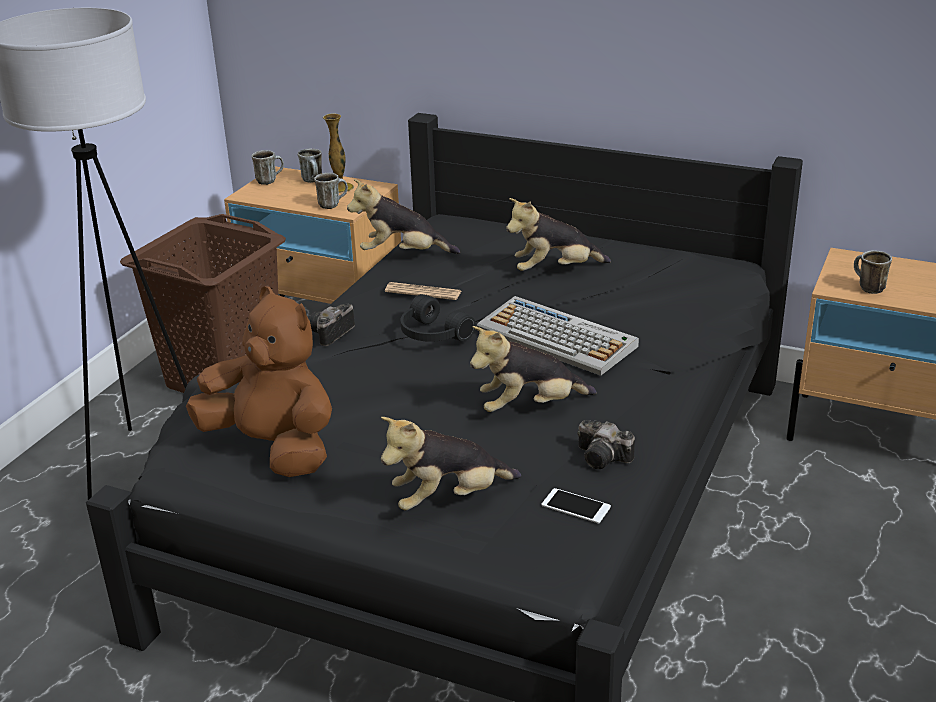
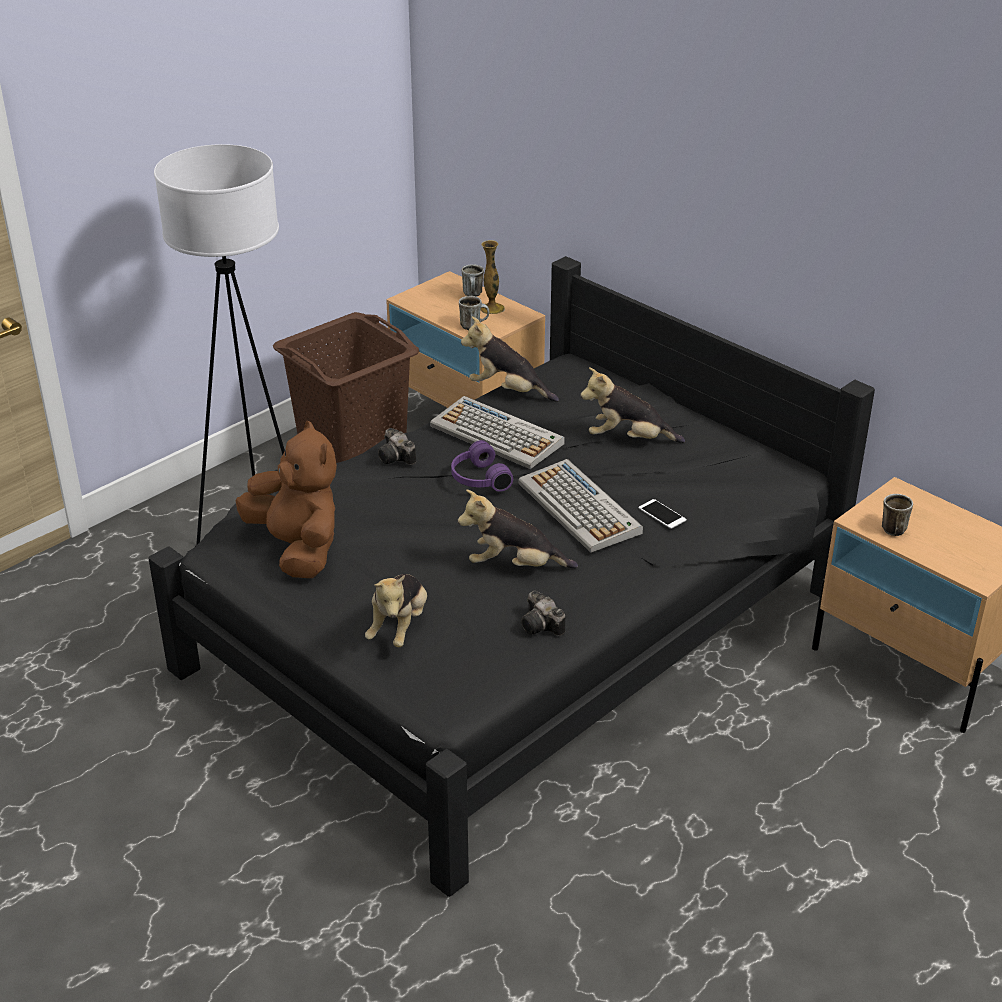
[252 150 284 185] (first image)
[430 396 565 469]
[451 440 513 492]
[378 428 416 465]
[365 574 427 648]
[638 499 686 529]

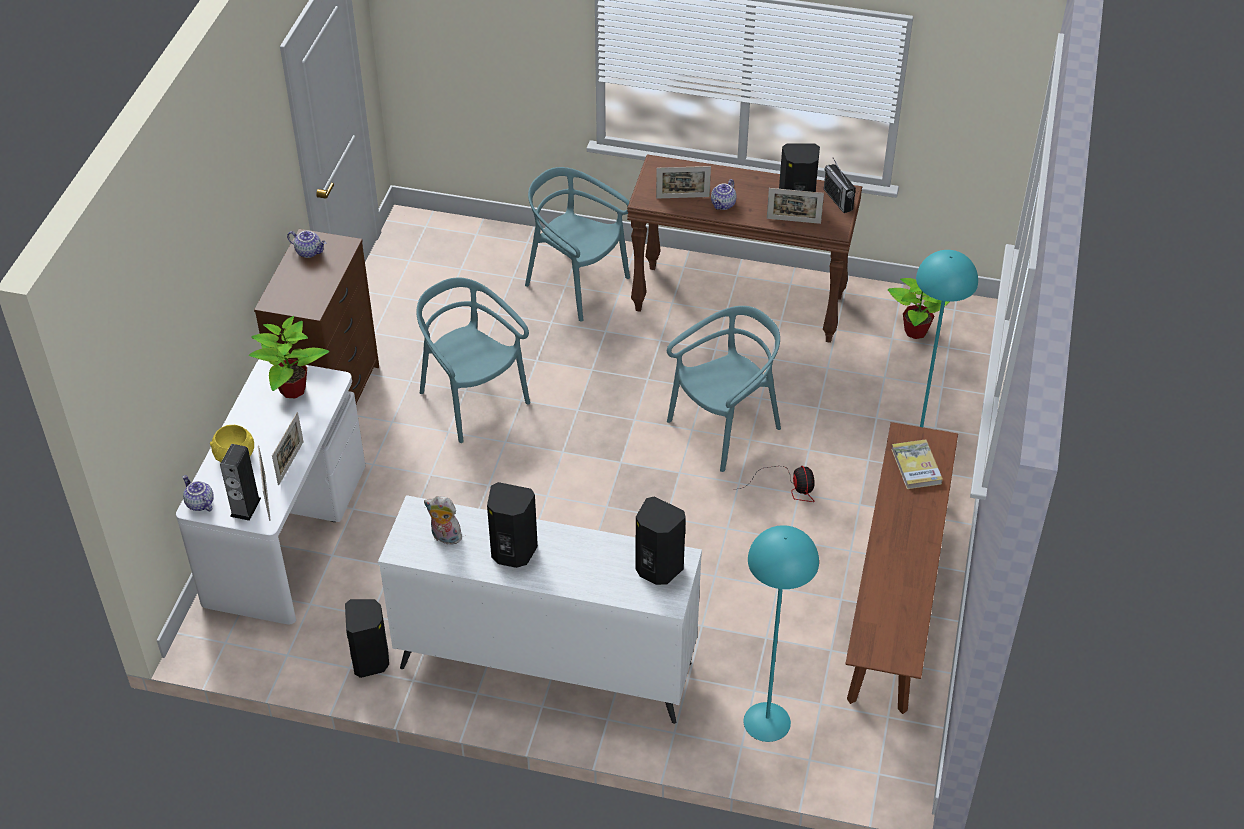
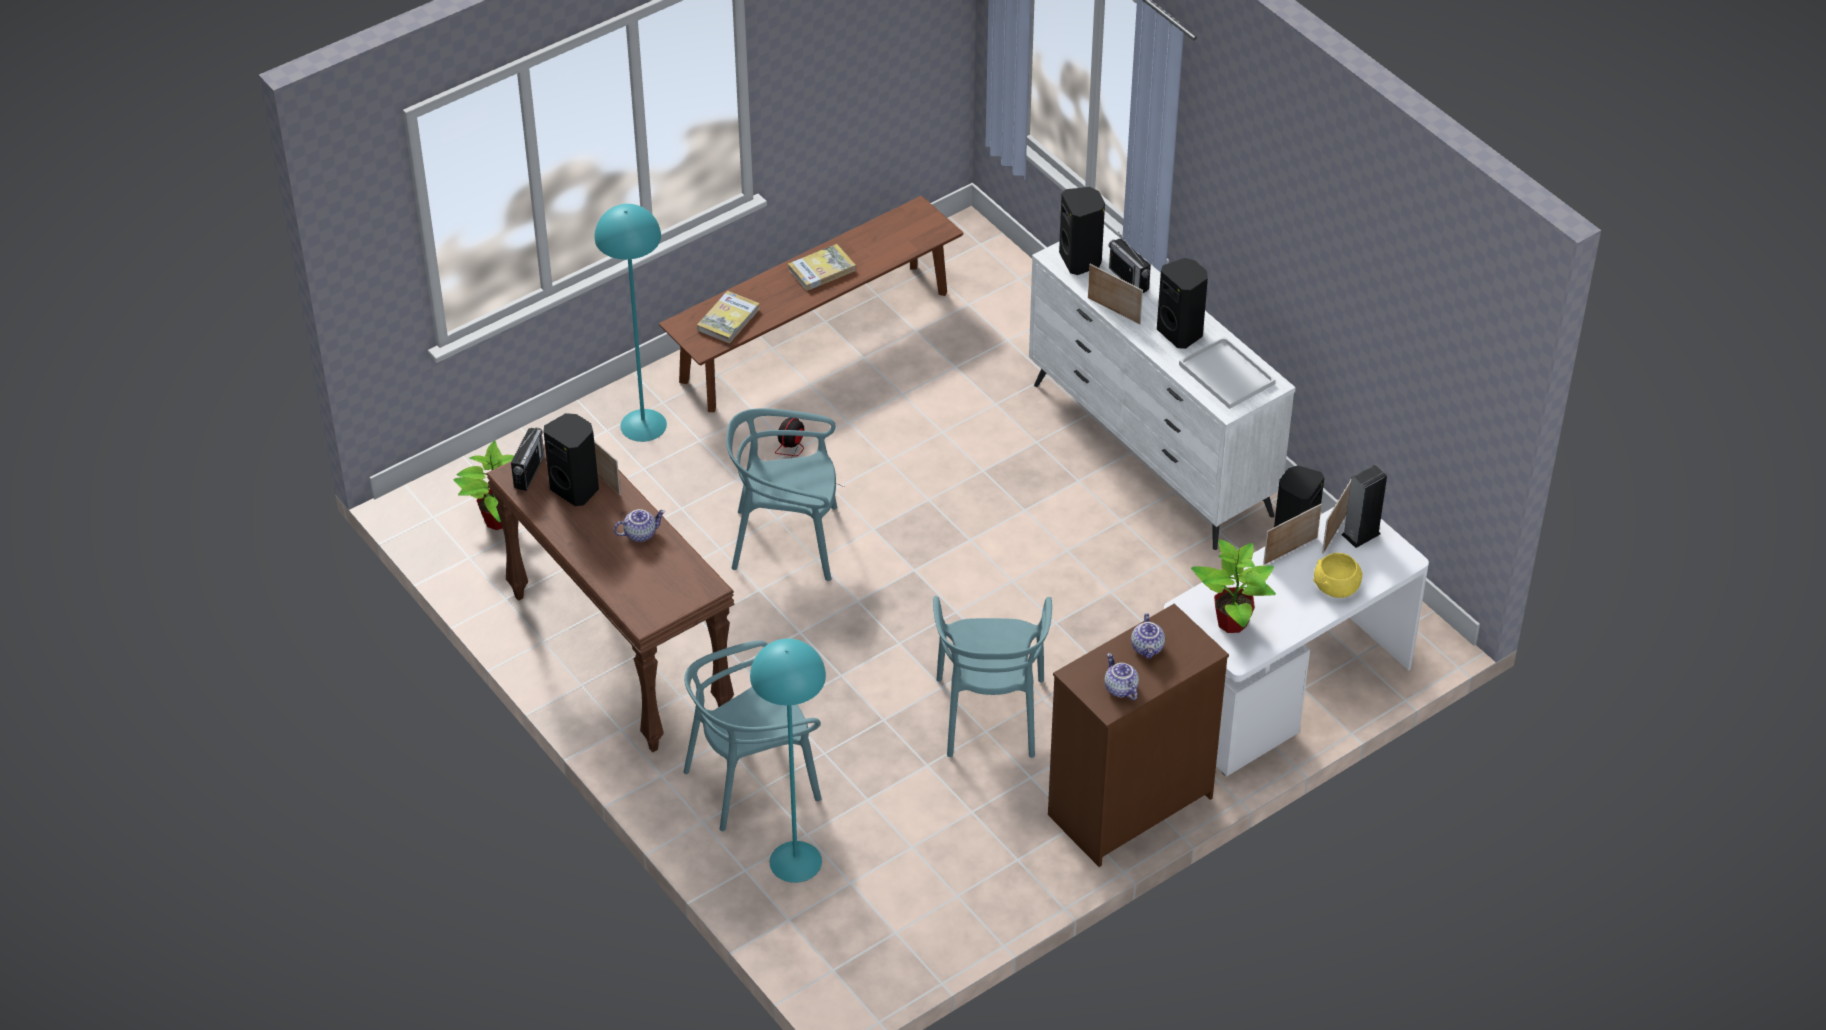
[1088 264 1143 324]
[683 640 822 831]
[1131 613 1165 659]
[1179 336 1276 409]
[750 639 826 883]
[1108 232 1151 293]
[788 244 856 291]

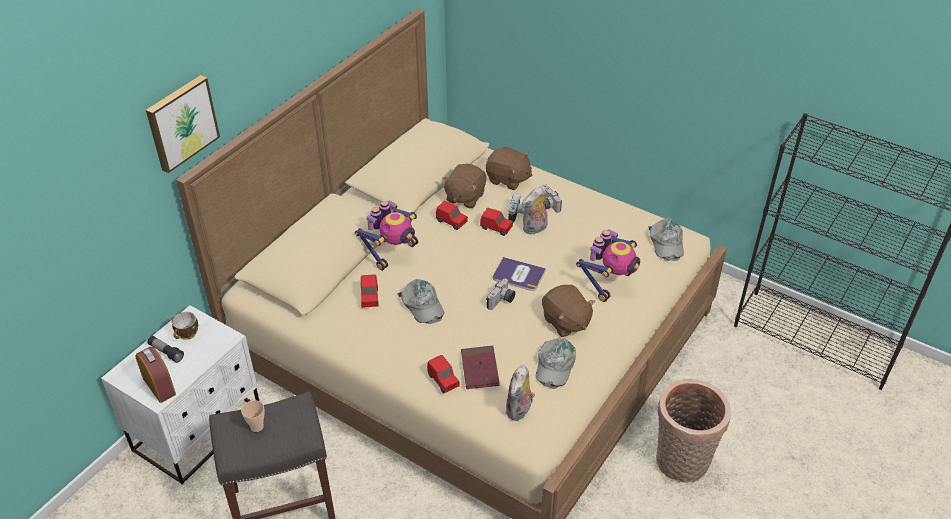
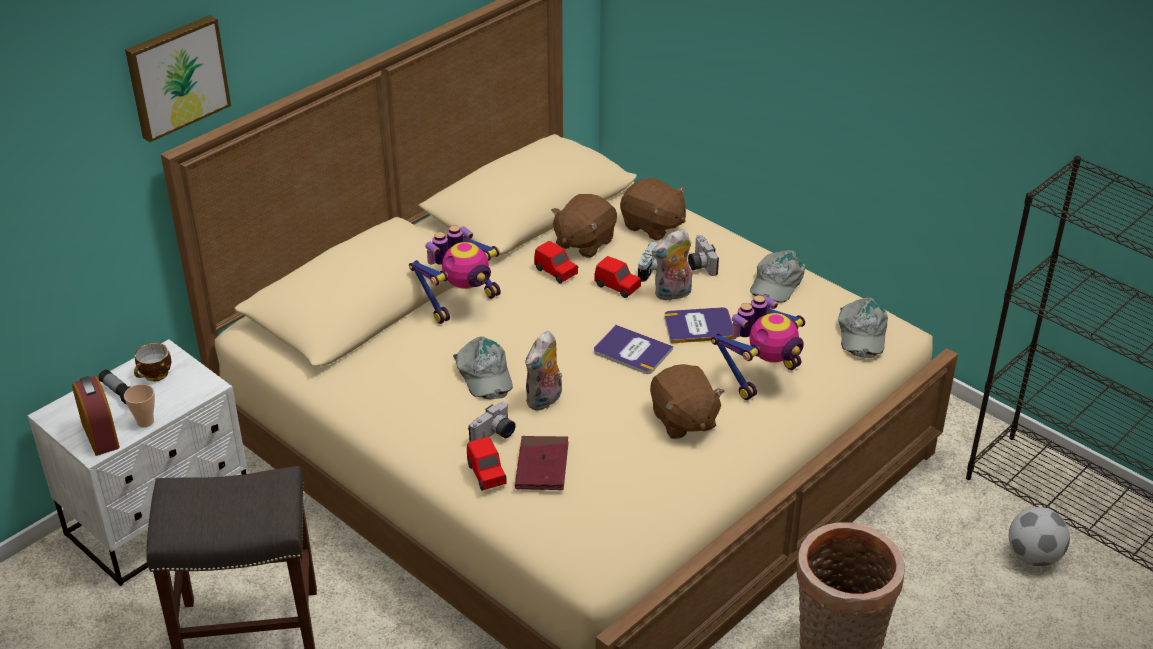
[361 274 379 308] (first image)
[468 402 516 442]
[750 250 806 303]
[525 331 562 411]
[124 384 155 427]
[664 307 736 344]
[1009 507 1070 566]

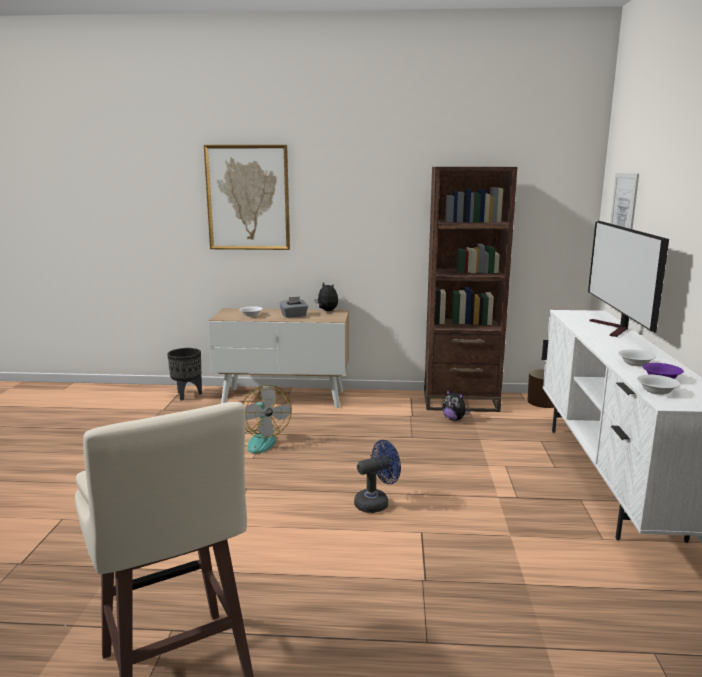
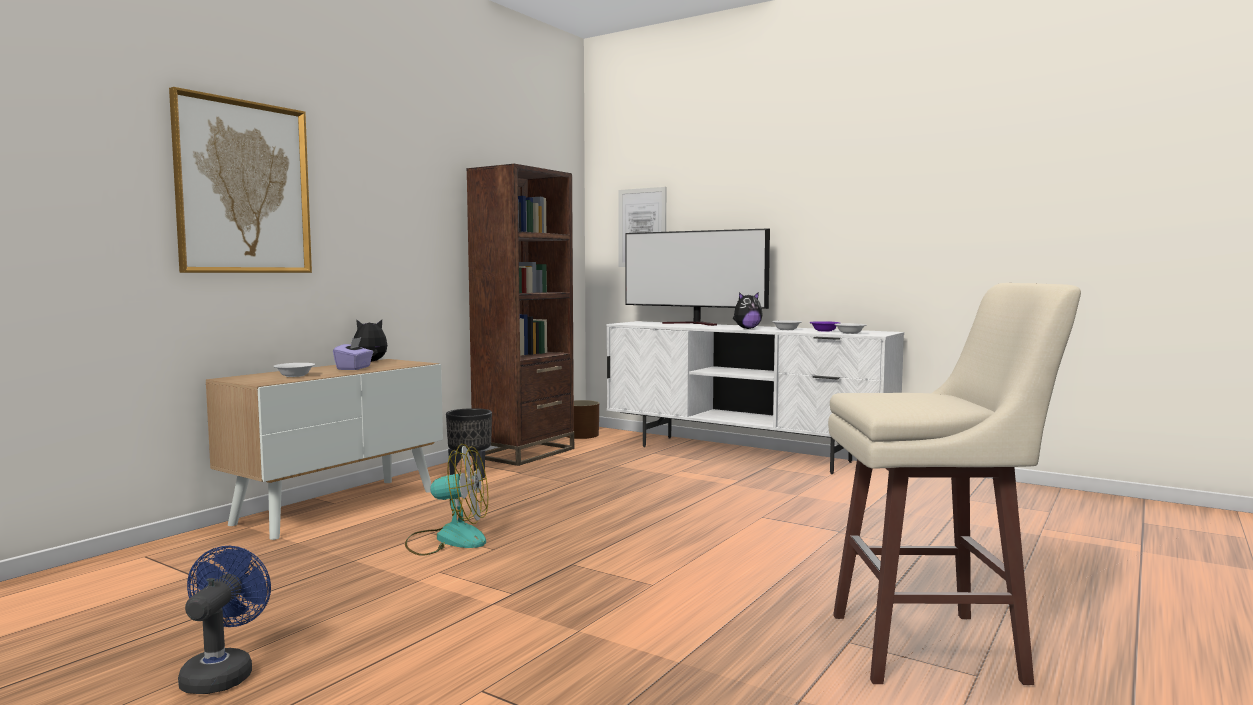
[333 337 373 370]
[446 408 492 479]
[733 292 763 329]
[178 546 271 694]

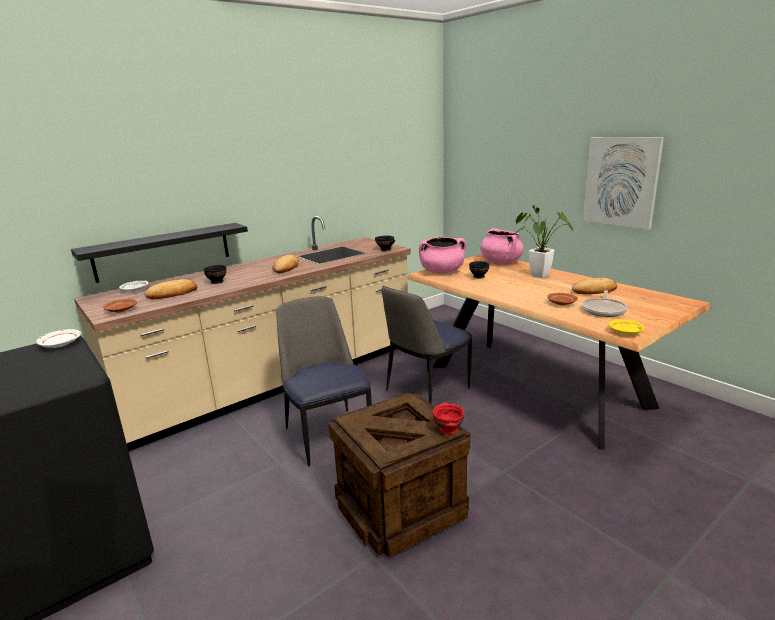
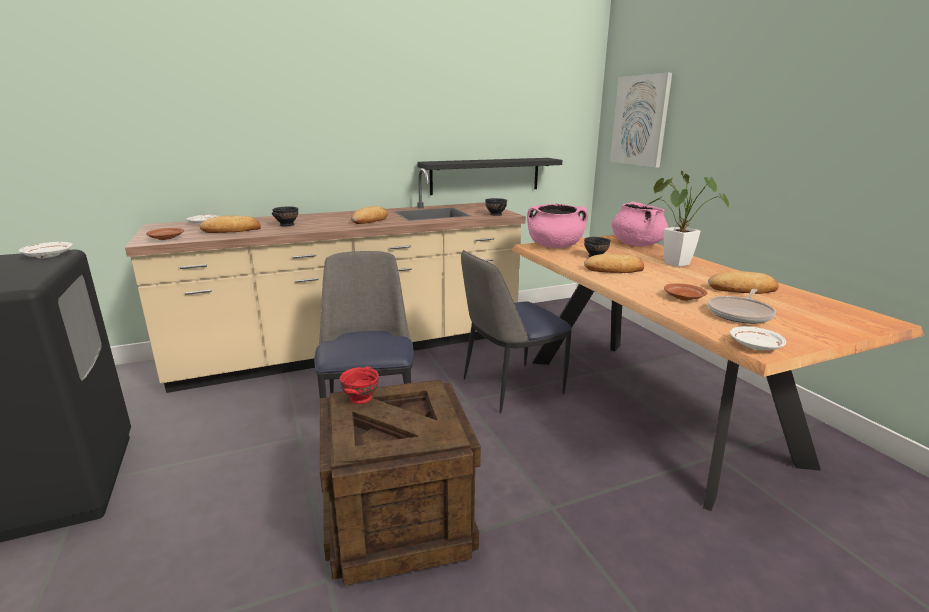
[610 73 672 168]
[417 158 562 195]
[730 326 786 351]
[340 366 379 404]
[584 254 644 273]

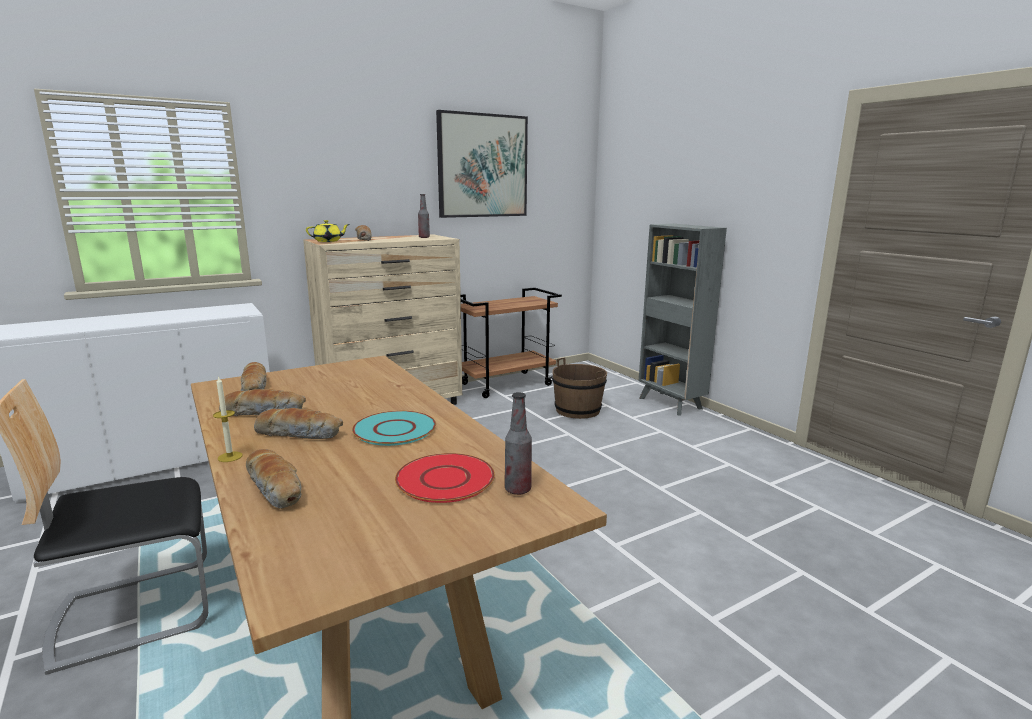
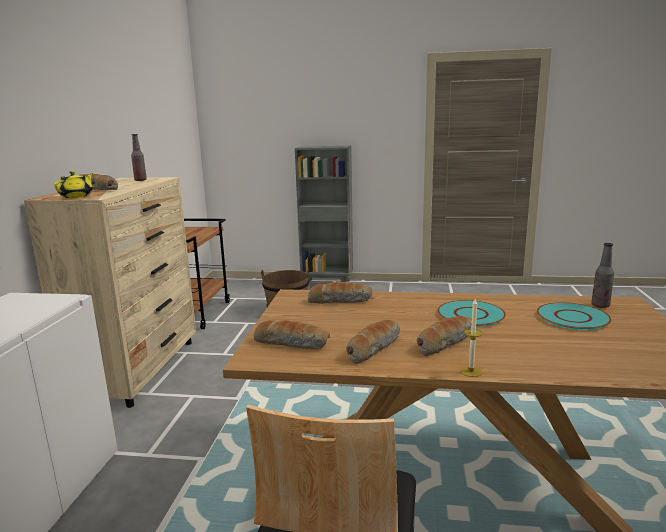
[436 110 528 218] (first image)
[308 282 373 304]
[537 302 612 330]

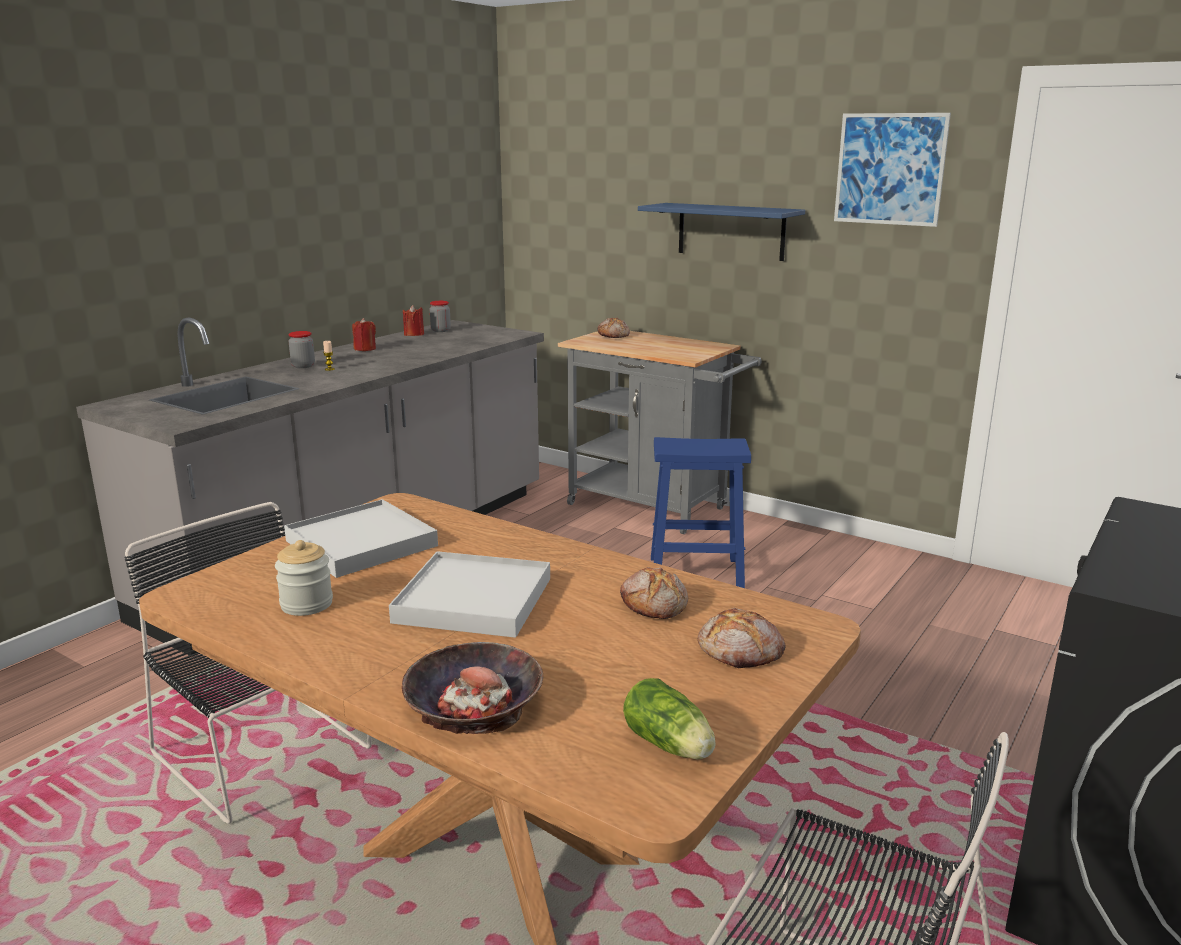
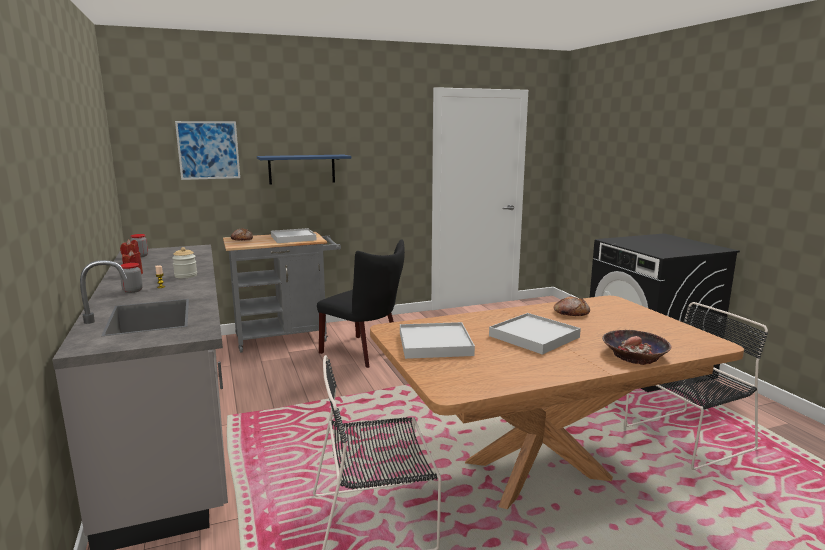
[175 121 240 180]
[317 239 405 368]
[172 247 197 278]
[698 608 785 668] (first image)
[623 678 716 759] (first image)
[271 228 317 243]

